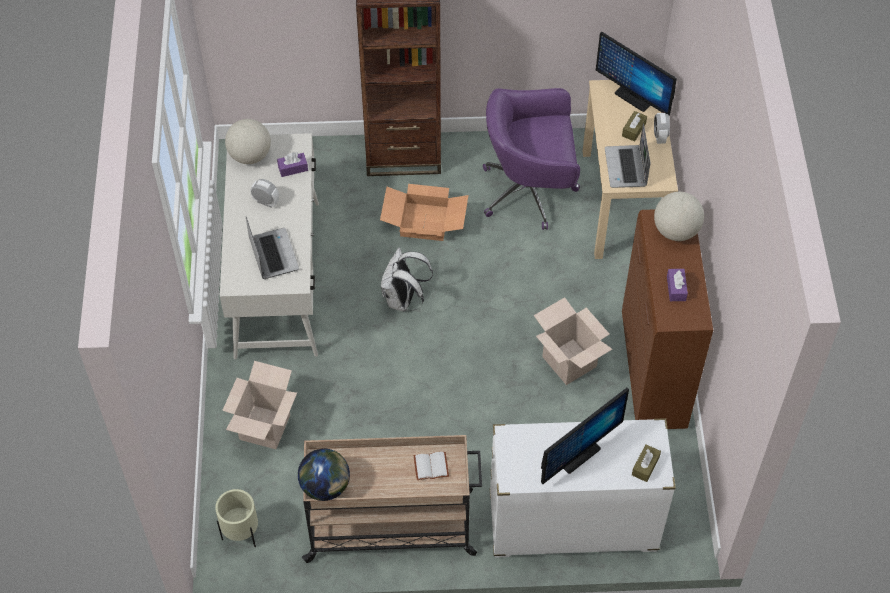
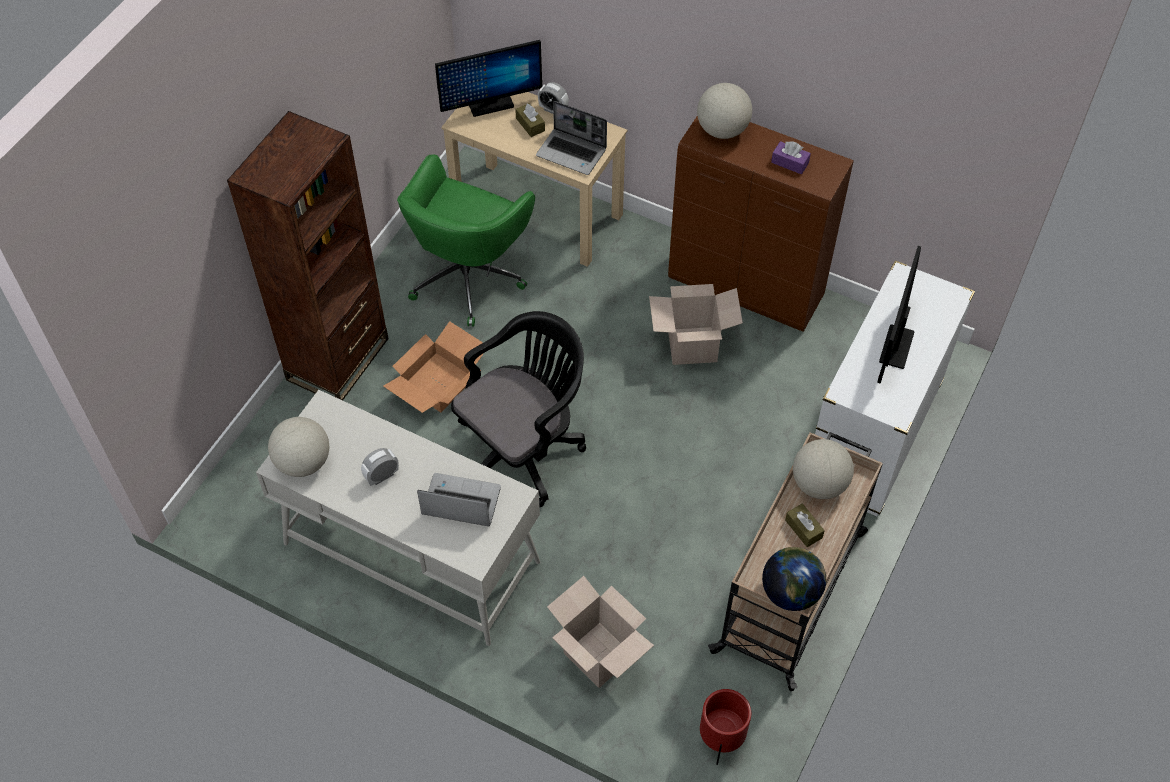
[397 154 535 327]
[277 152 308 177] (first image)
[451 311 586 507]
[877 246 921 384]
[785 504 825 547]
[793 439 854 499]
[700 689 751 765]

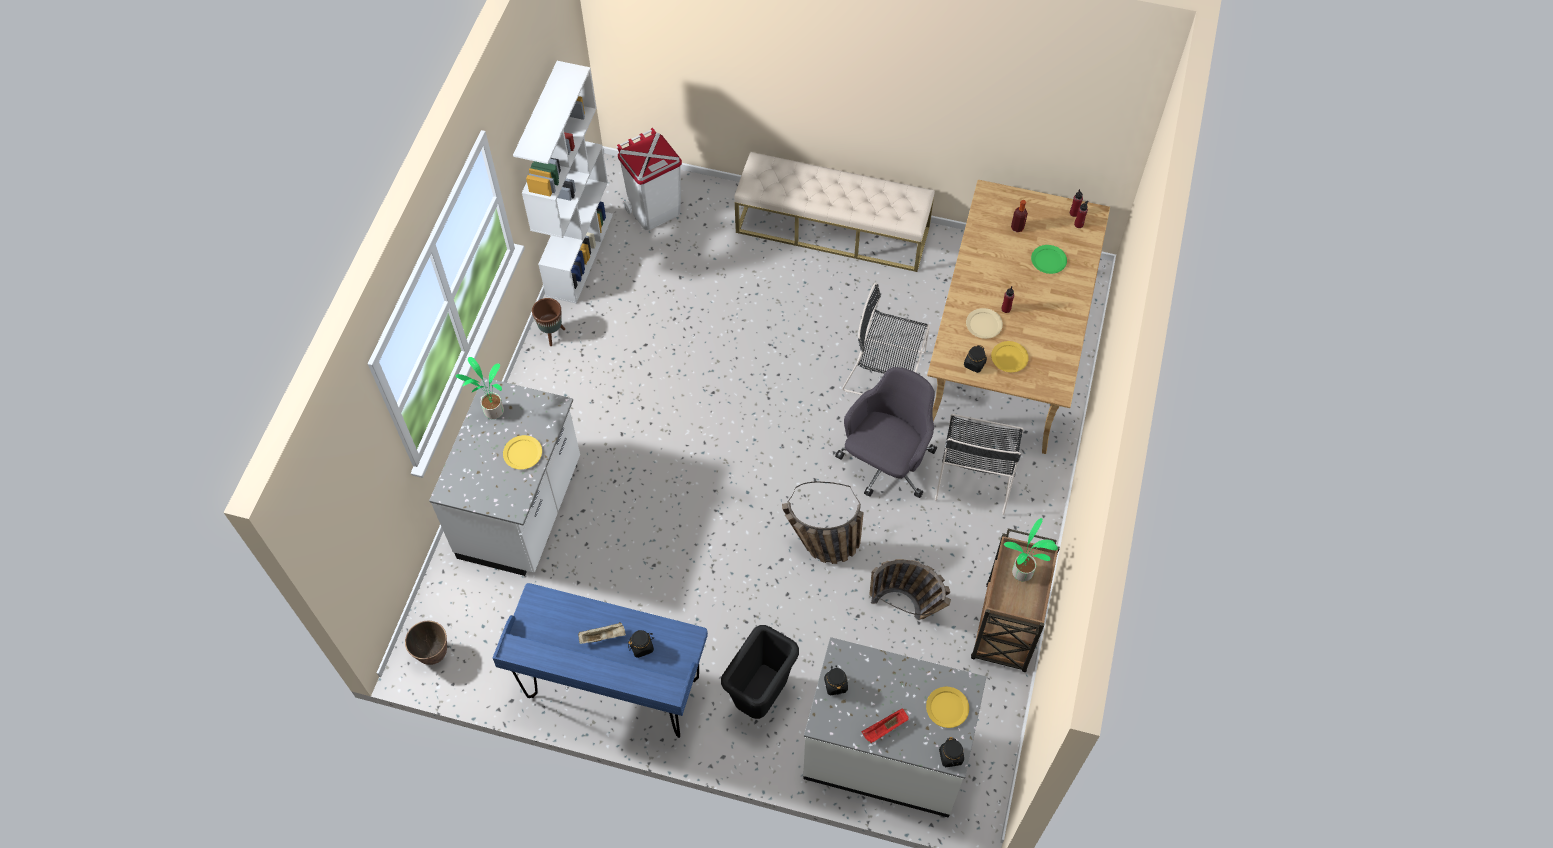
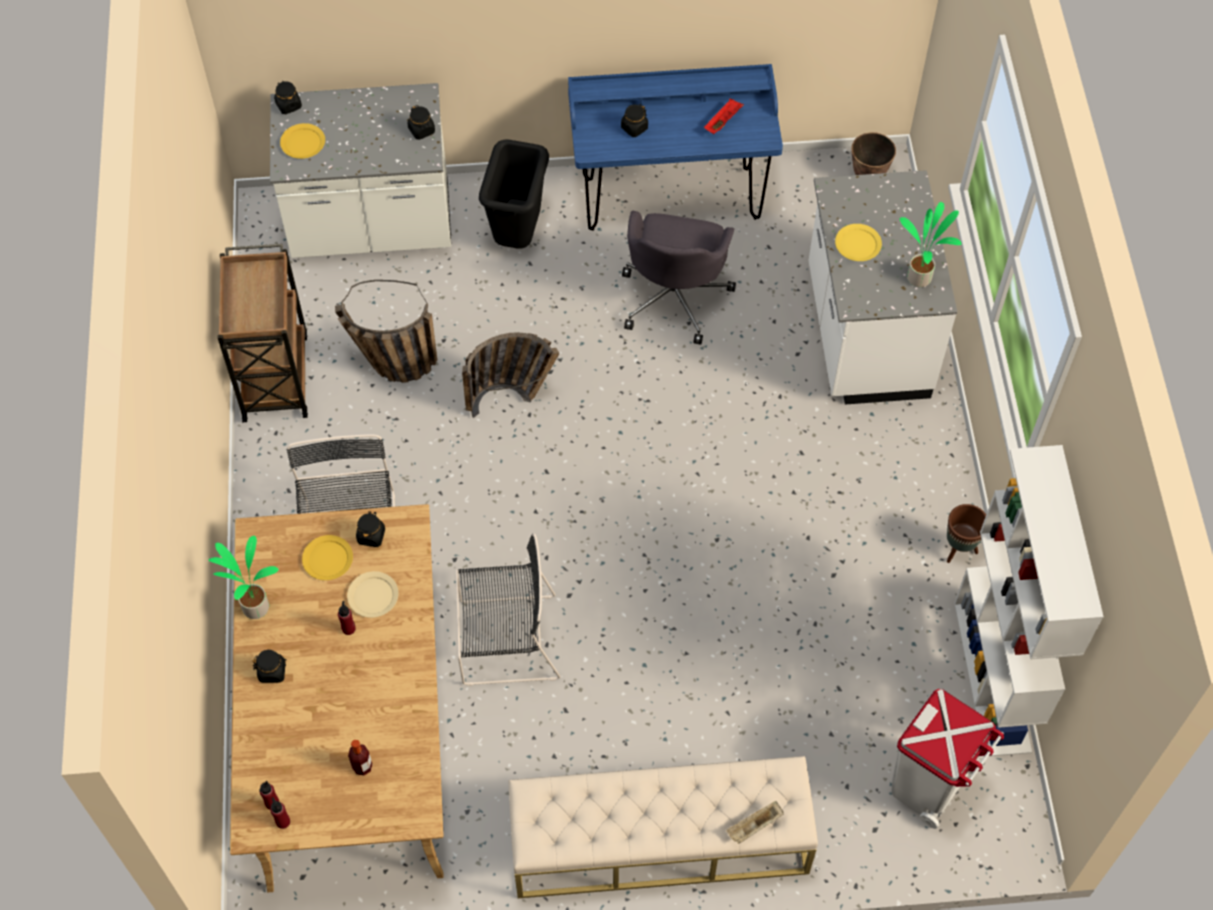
[1031 245 1067 274] (first image)
[622 211 736 344]
[208 536 279 619]
[726 801 783 844]
[704 99 744 134]
[253 650 286 683]

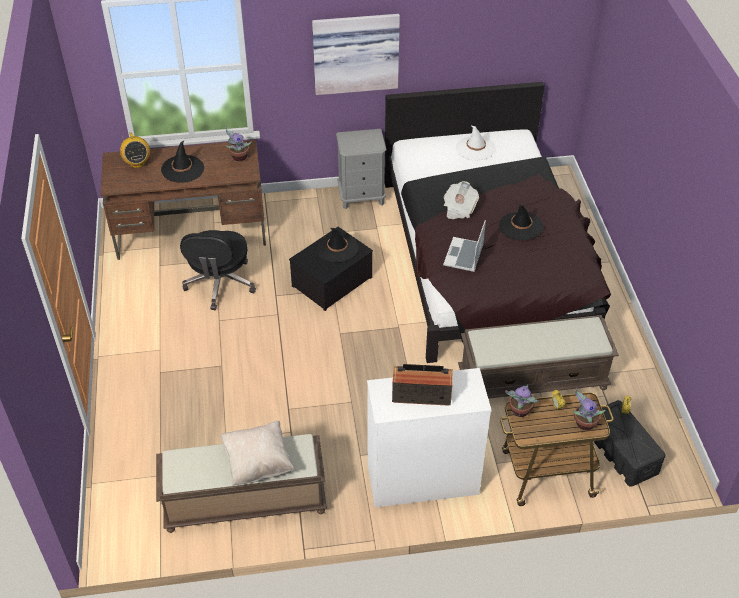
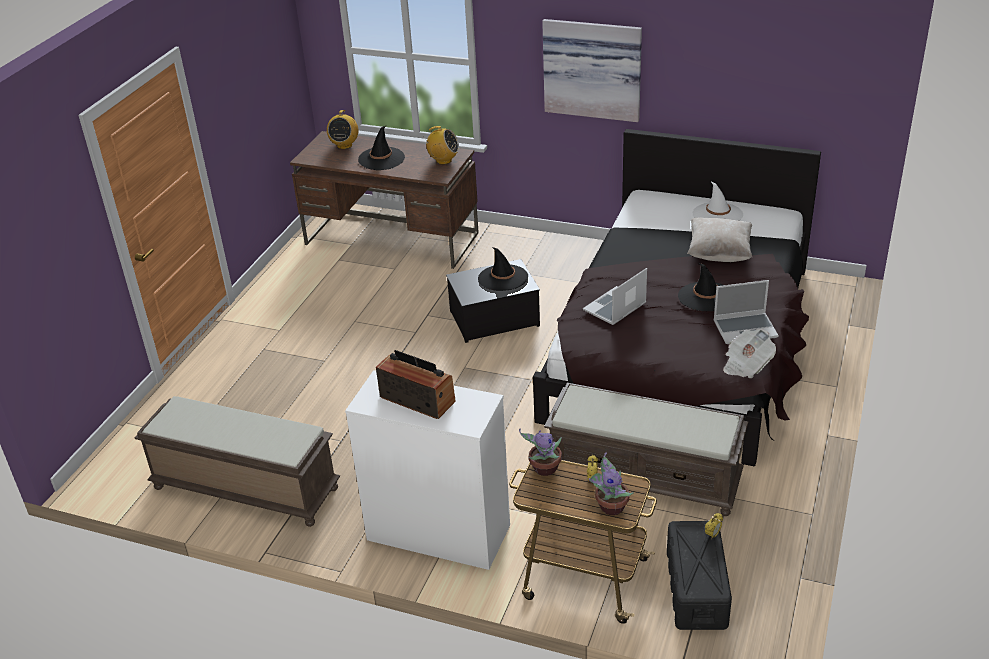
[424 126 459 164]
[336 129 386 209] (first image)
[723 329 776 378]
[180 230 256 310] (first image)
[687 218 752 262]
[713 280 778 344]

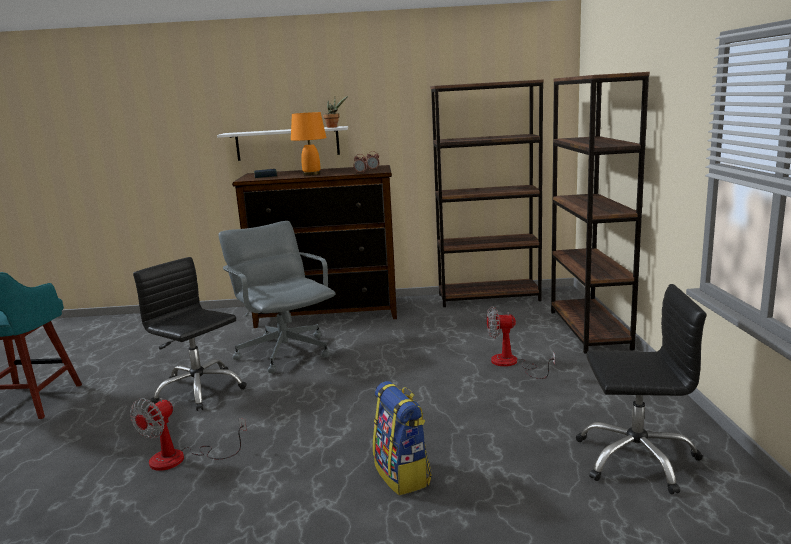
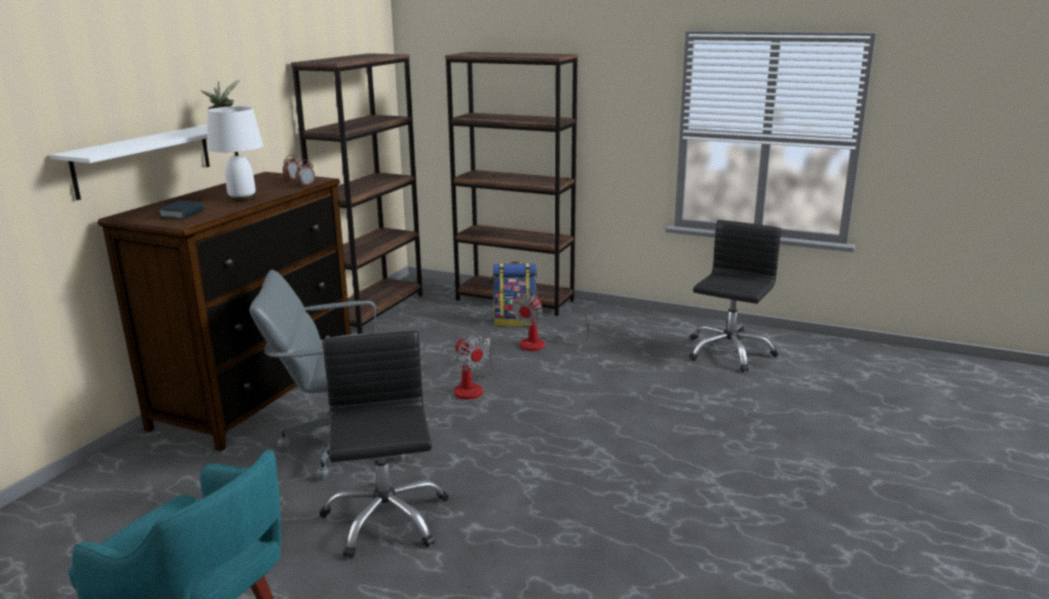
[207 106 263 202]
[319 331 449 558]
[493 261 537 327]
[454 335 494 399]

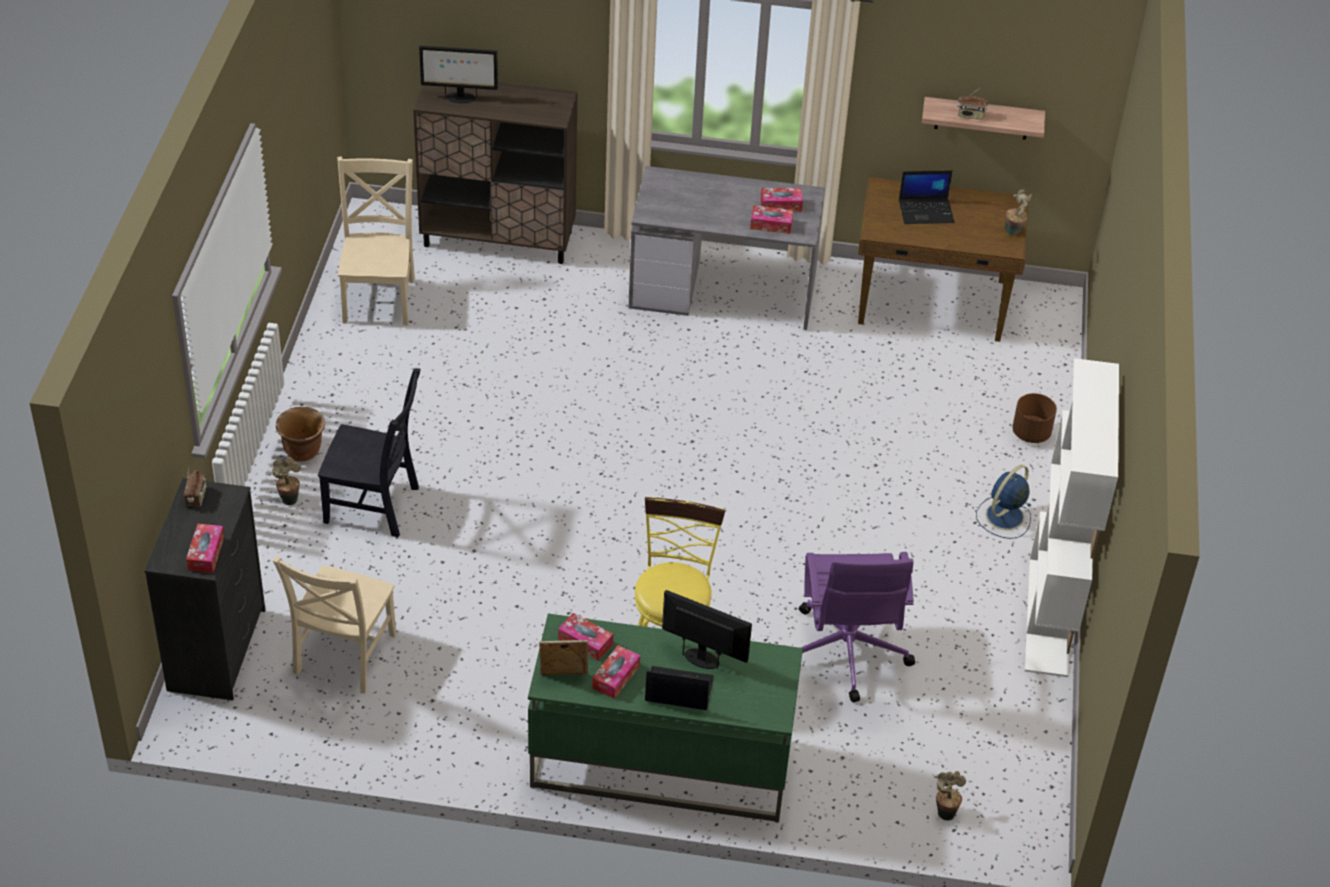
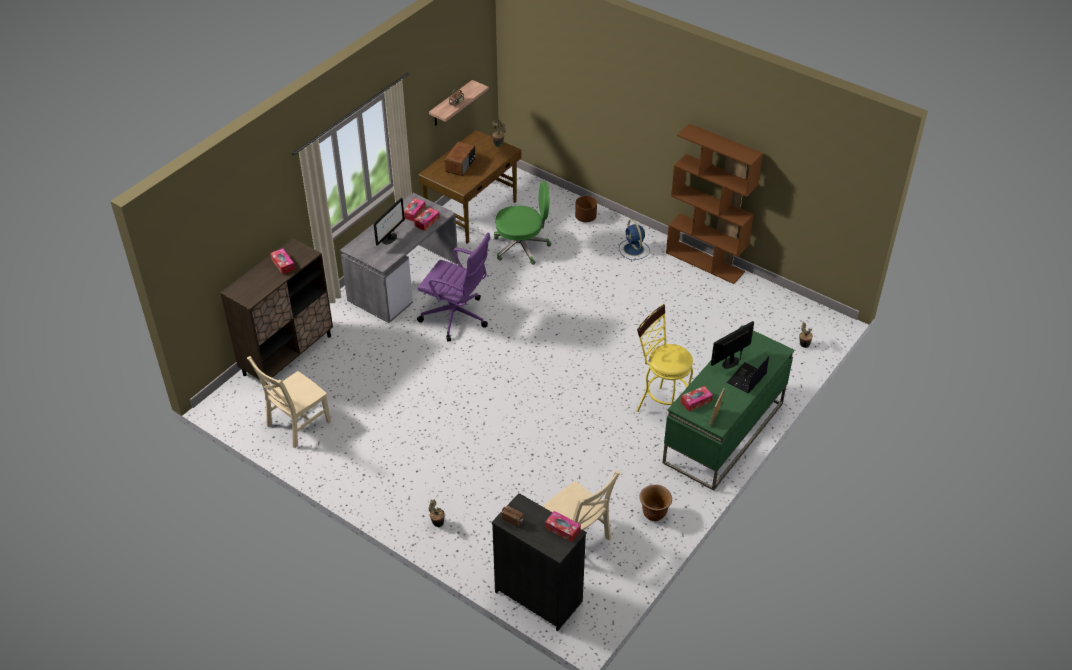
[374 198 405 246]
[247 356 331 448]
[445 141 476 176]
[666 123 763 284]
[318 369 420 538] (first image)
[639 485 672 521]
[417 232 490 342]
[270 248 295 275]
[494 181 551 265]

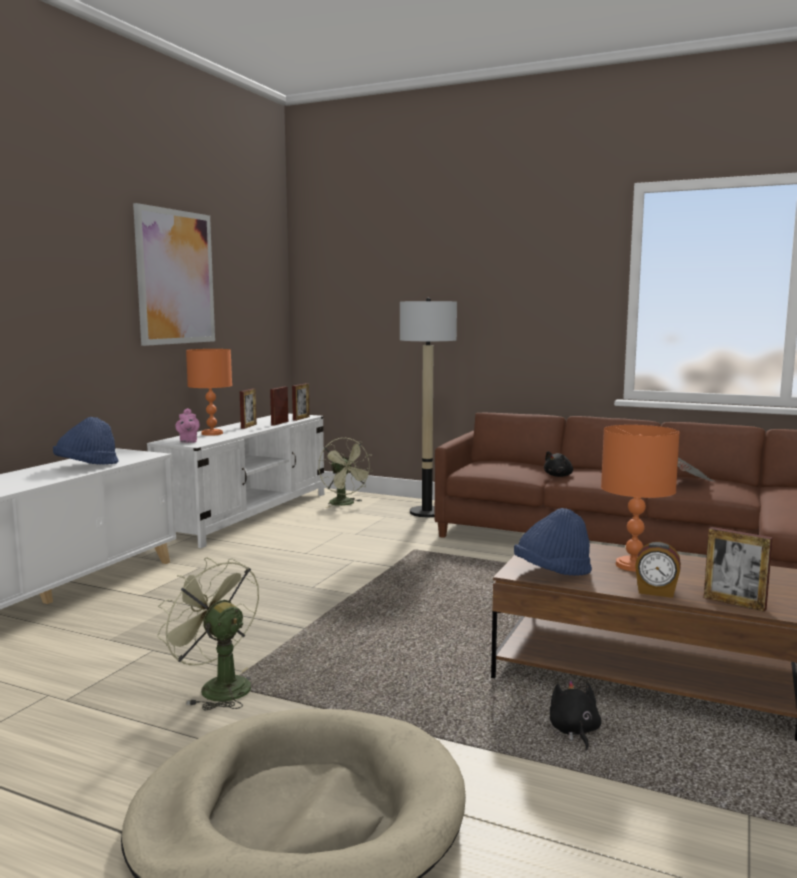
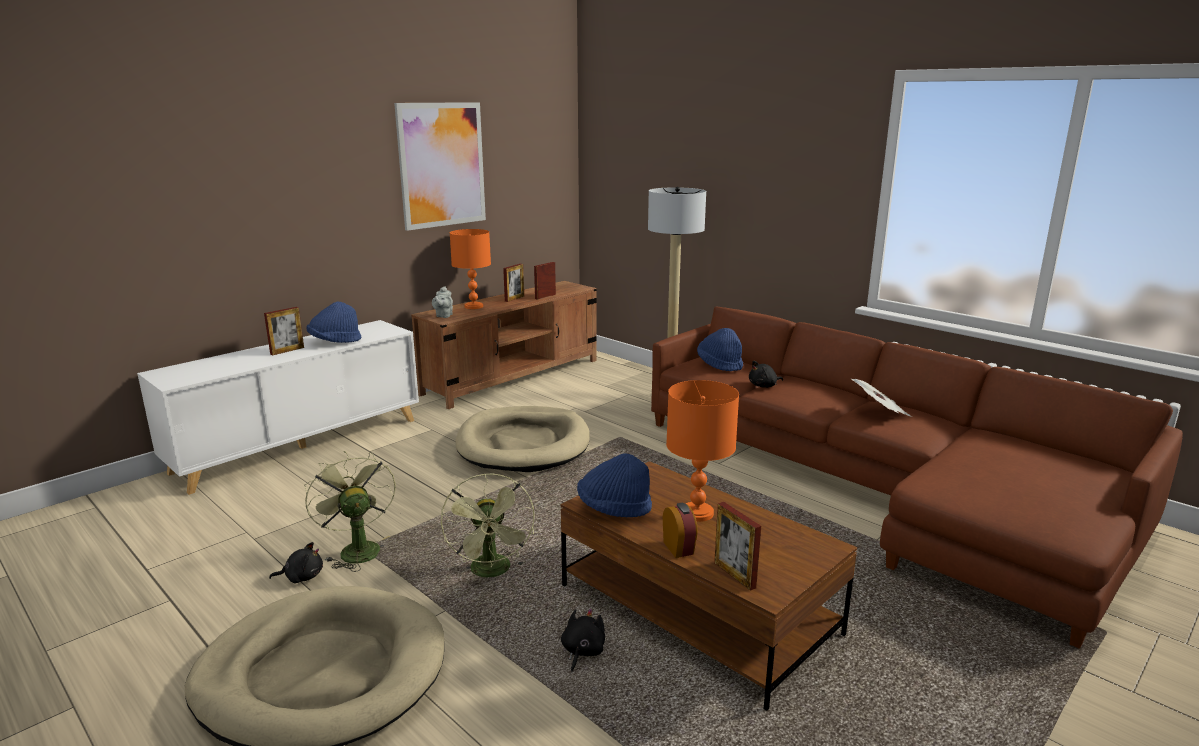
[264 307 304 356]
[432 286 453 318]
[411 281 597 409]
[441 473 535 577]
[663 503 698 558]
[697 328 743 371]
[456 406 590 472]
[269 542 323 583]

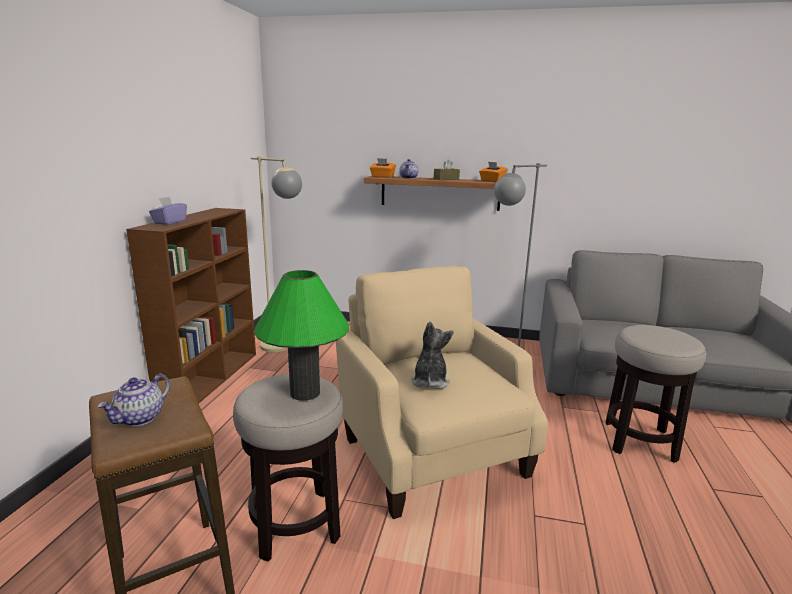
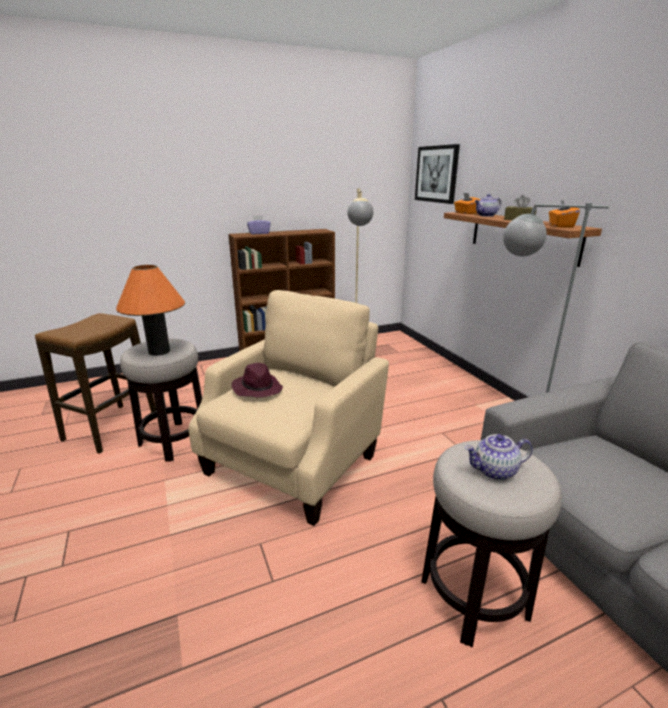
[116 265 185 356]
[232 363 283 397]
[465 434 533 480]
[415 144 460 204]

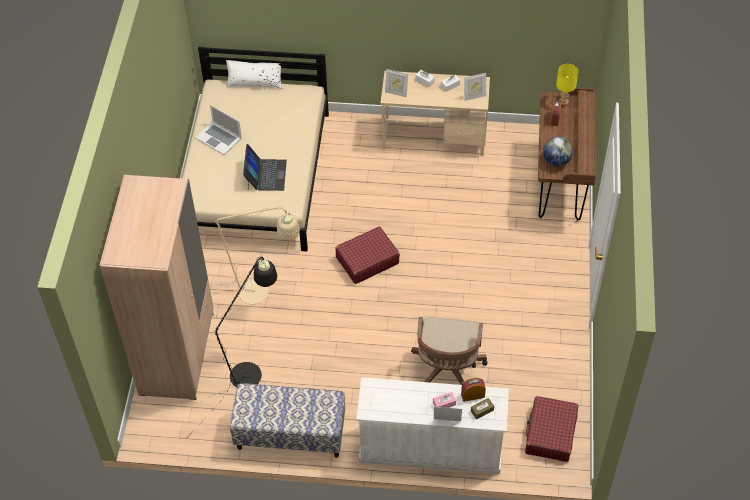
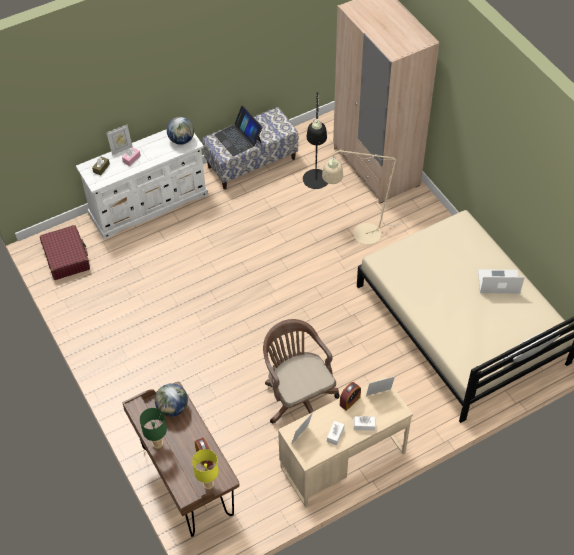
[214 106 262 157]
[336 226 400 284] (first image)
[263 319 339 424]
[340 382 361 411]
[167 117 194 145]
[140 408 167 449]

